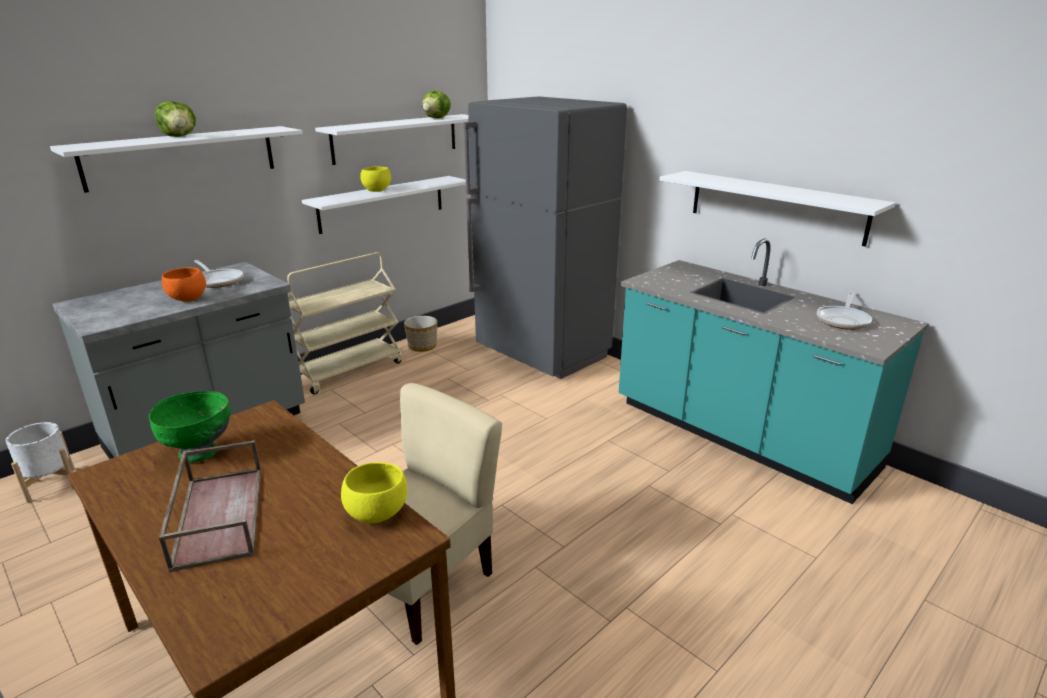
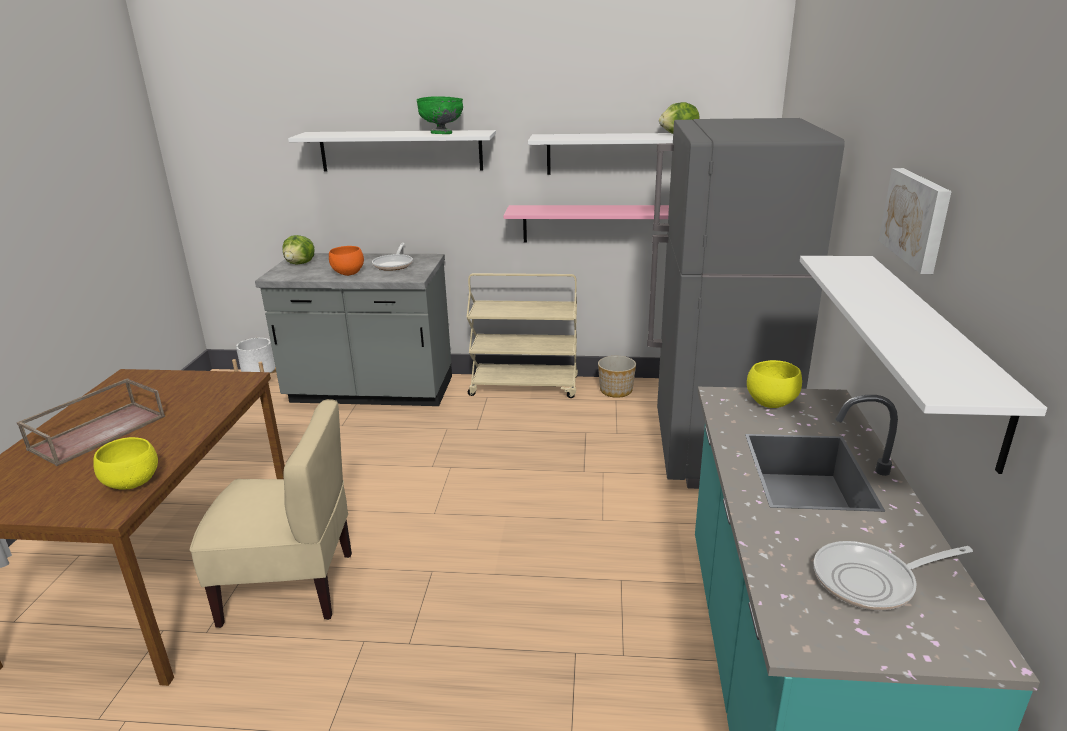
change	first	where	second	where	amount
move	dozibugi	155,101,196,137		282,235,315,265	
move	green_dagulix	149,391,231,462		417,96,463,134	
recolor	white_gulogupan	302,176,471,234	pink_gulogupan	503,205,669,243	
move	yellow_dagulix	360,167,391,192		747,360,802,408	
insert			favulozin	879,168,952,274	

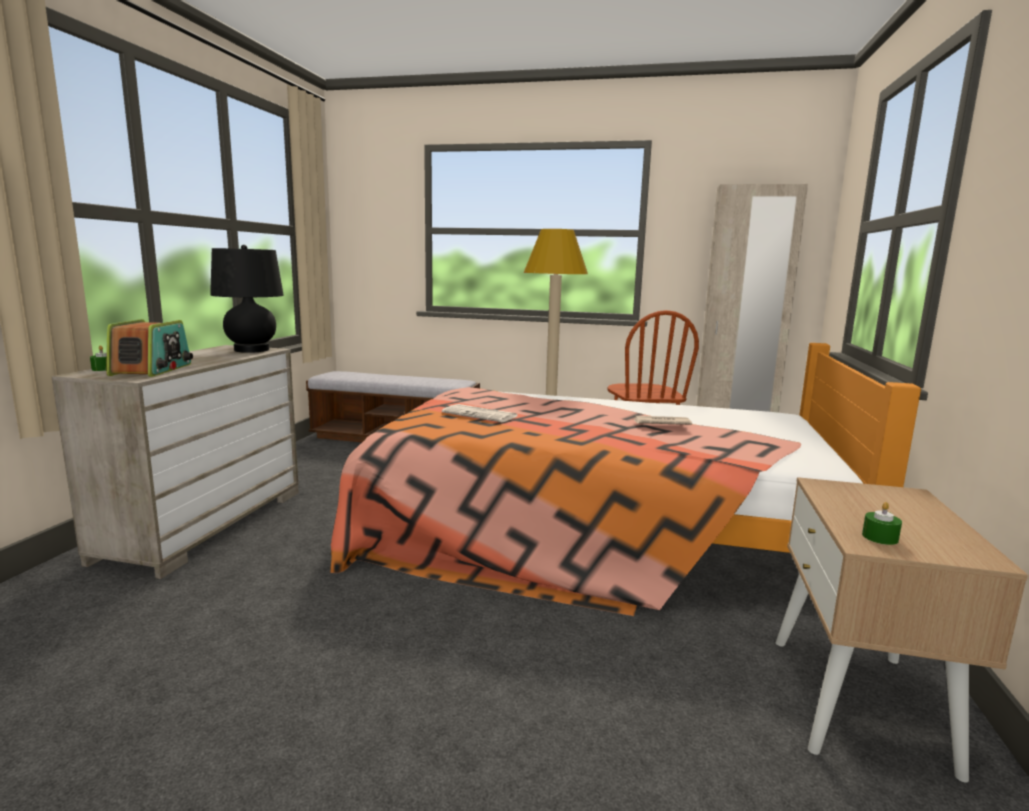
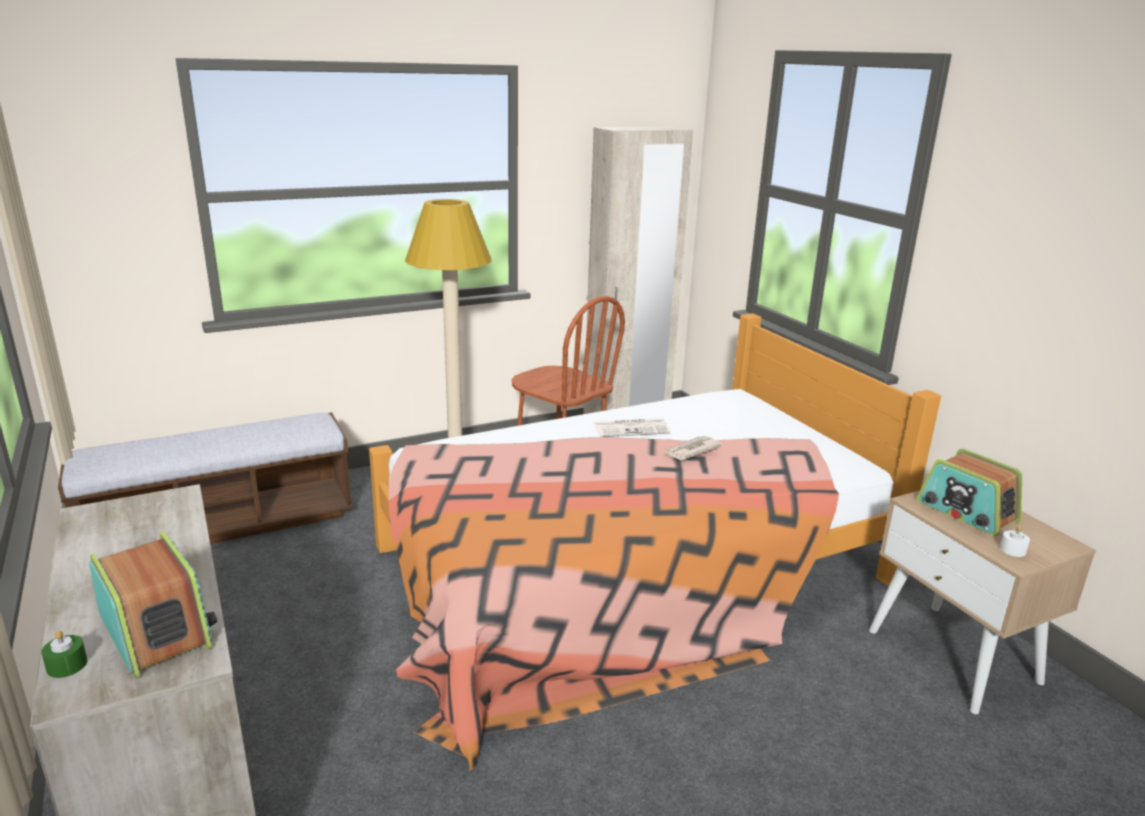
change	first	where	second	where	amount
move	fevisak	442,404,517,422		593,418,671,437	
insert			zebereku	917,448,1022,536	
recolor	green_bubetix	862,502,902,545	white_bubetix	1000,525,1030,557	
delete	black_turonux	210,245,284,353			

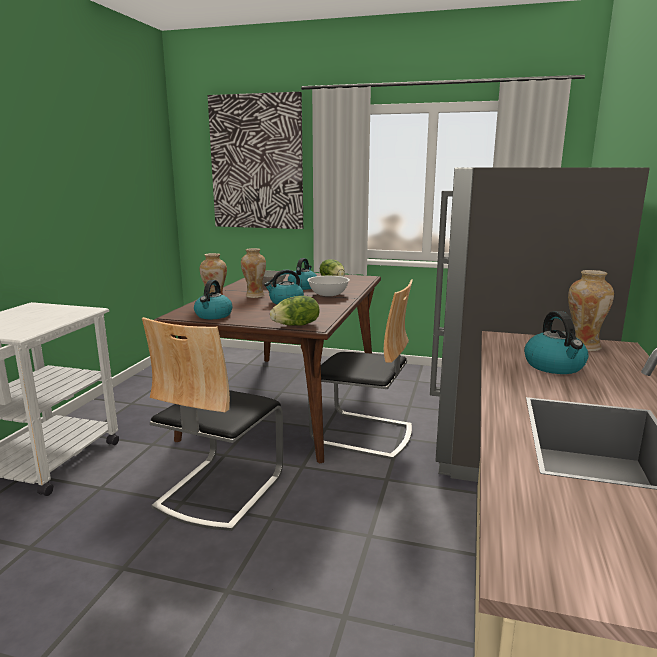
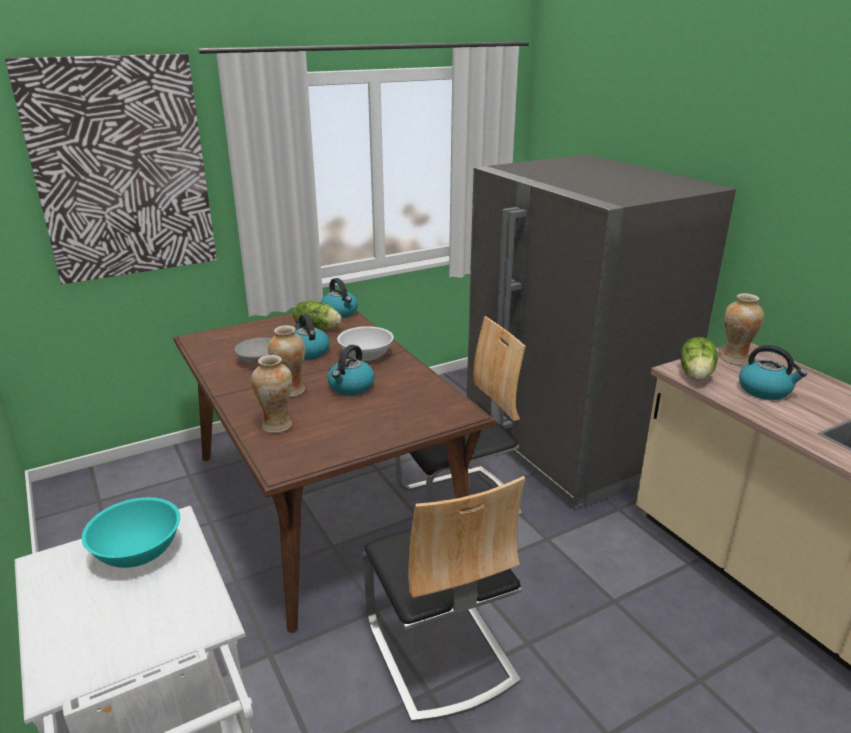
change	first	where	second	where	amount
insert			turquoise_dagulix	82,497,180,568	
move	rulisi	194,280,232,319		321,278,358,318	
move	dozibugi	270,296,319,326		680,337,718,380	

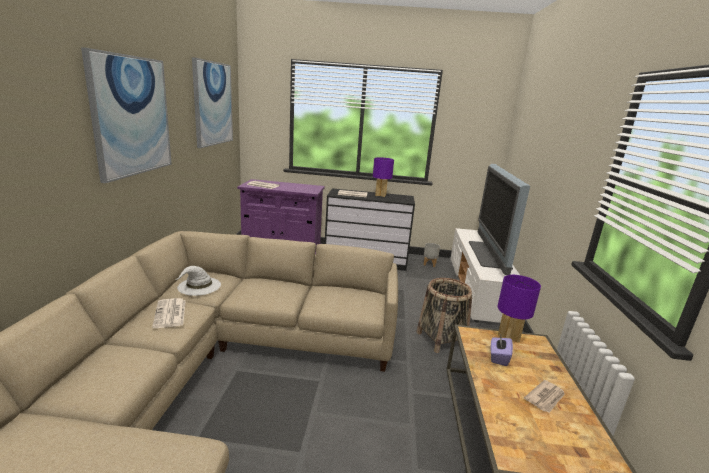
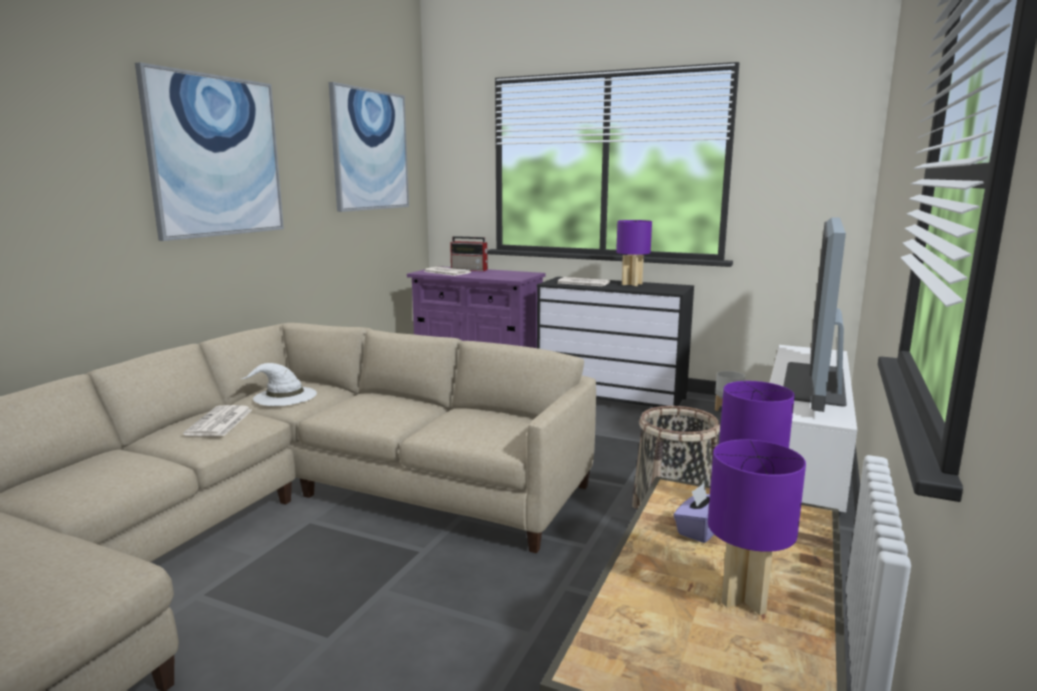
change	first	where	second	where	amount
insert			zebereku	450,236,488,271	
replace	fevisak	524,380,565,413	purple_turonux	708,439,806,615	

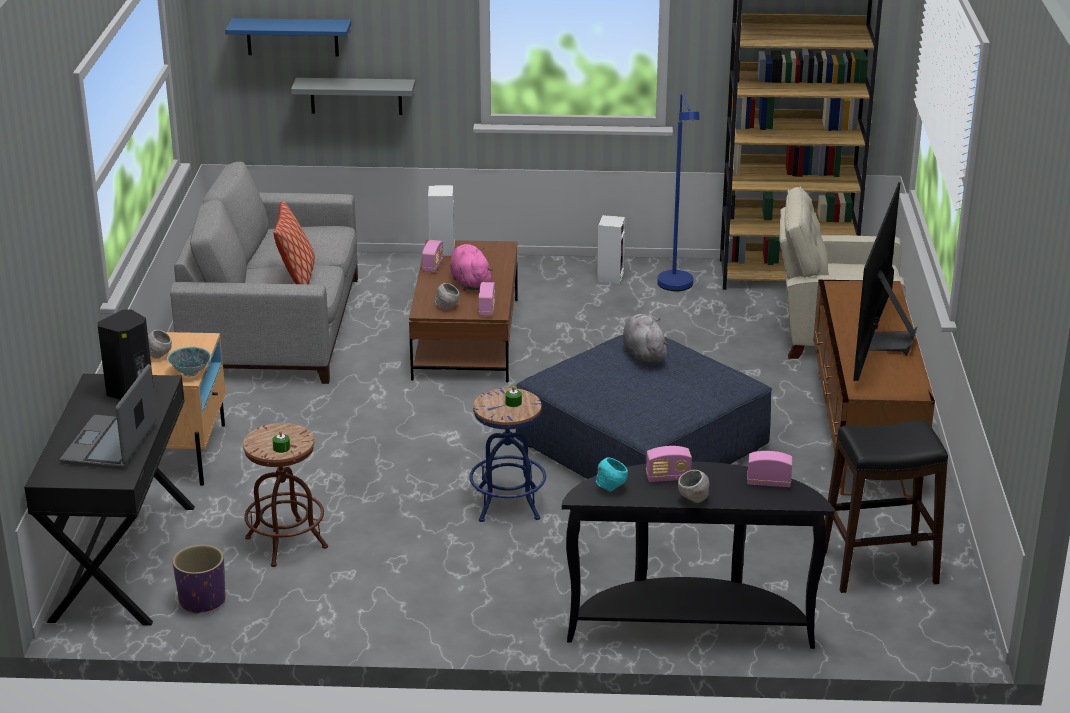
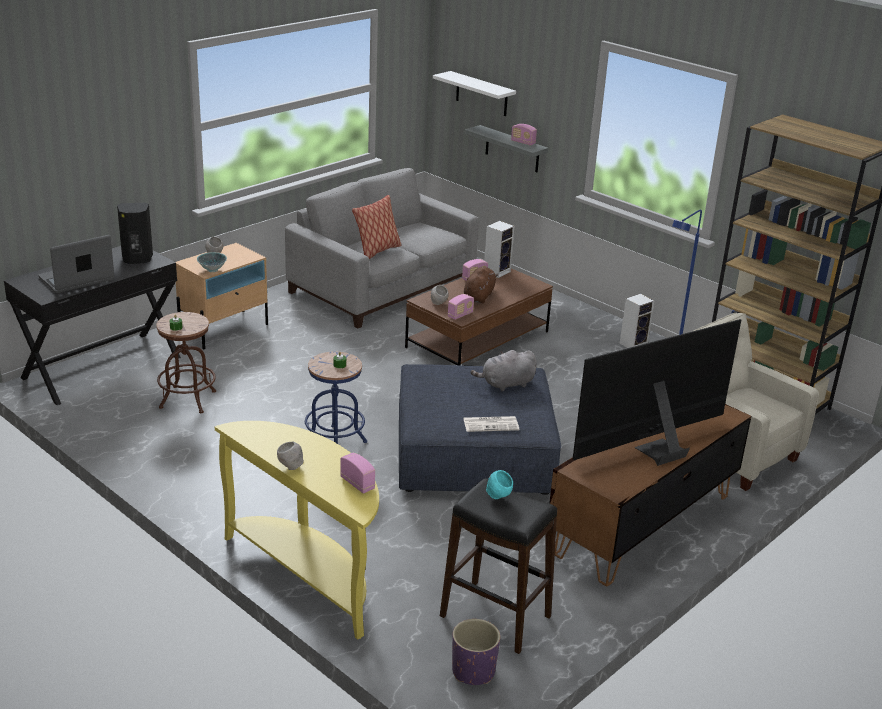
change	first	where	second	where	amount
recolor	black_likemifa	562,461,834,649	yellow_likemifa	215,421,379,640	
recolor	blue_gulogupan	225,18,351,56	white_gulogupan	433,71,516,116	
move	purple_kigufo	173,545,225,614		452,619,500,685	
insert			fevisak	463,416,519,432	
recolor	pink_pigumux	450,244,493,291	brown_pigumux	464,267,498,303	
rotate	grey_pigumux	623,314,669,365		471,350,537,391	135 degrees counterclockwise
move	turquoise_dagulix	596,458,628,491		486,470,513,499	
move	zebereku	646,446,692,482		511,124,537,145	

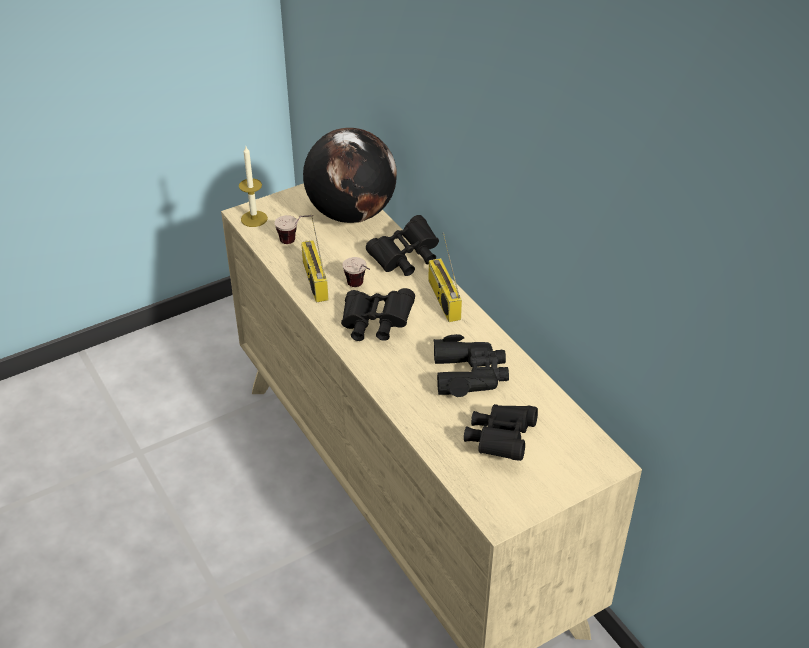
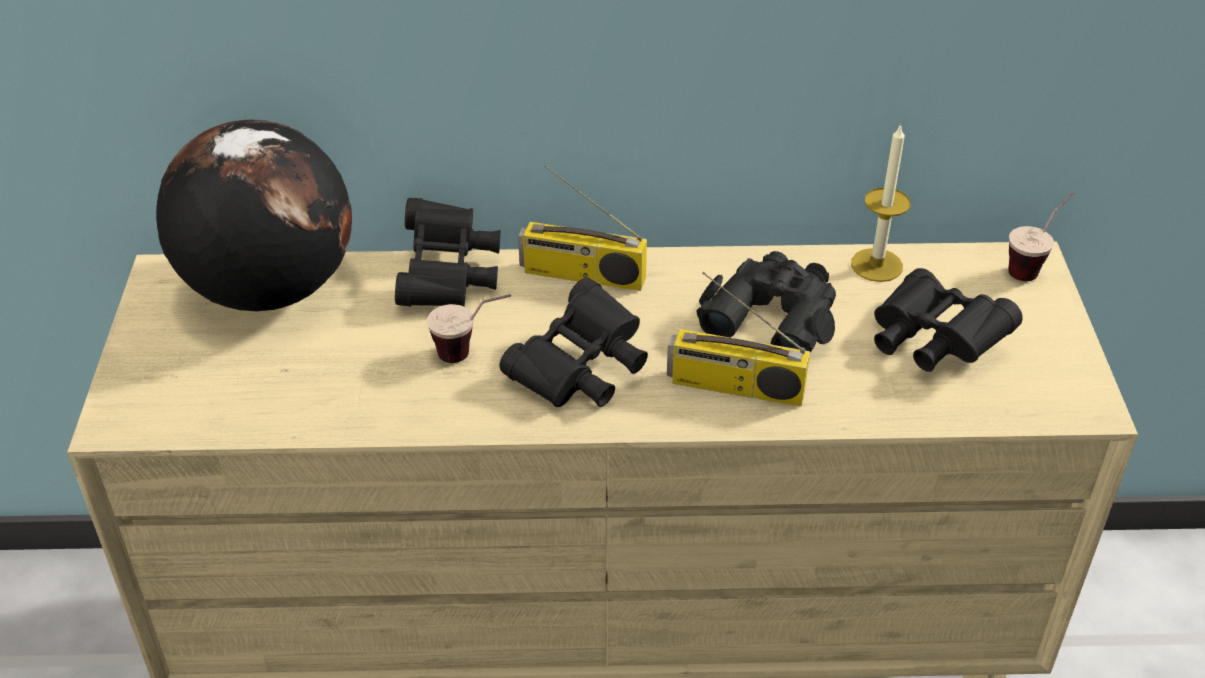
change	first	where	second	where	amount
move	zebereku	301,214,329,302		667,272,810,407	
move	bubetix	239,146,268,227		851,123,911,282	
move	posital	274,215,313,244		1008,192,1074,281	

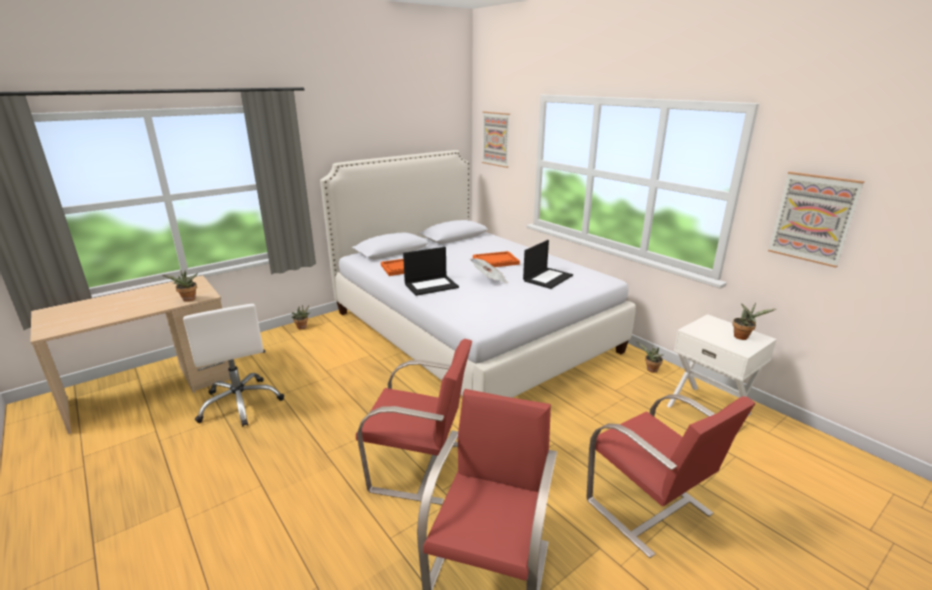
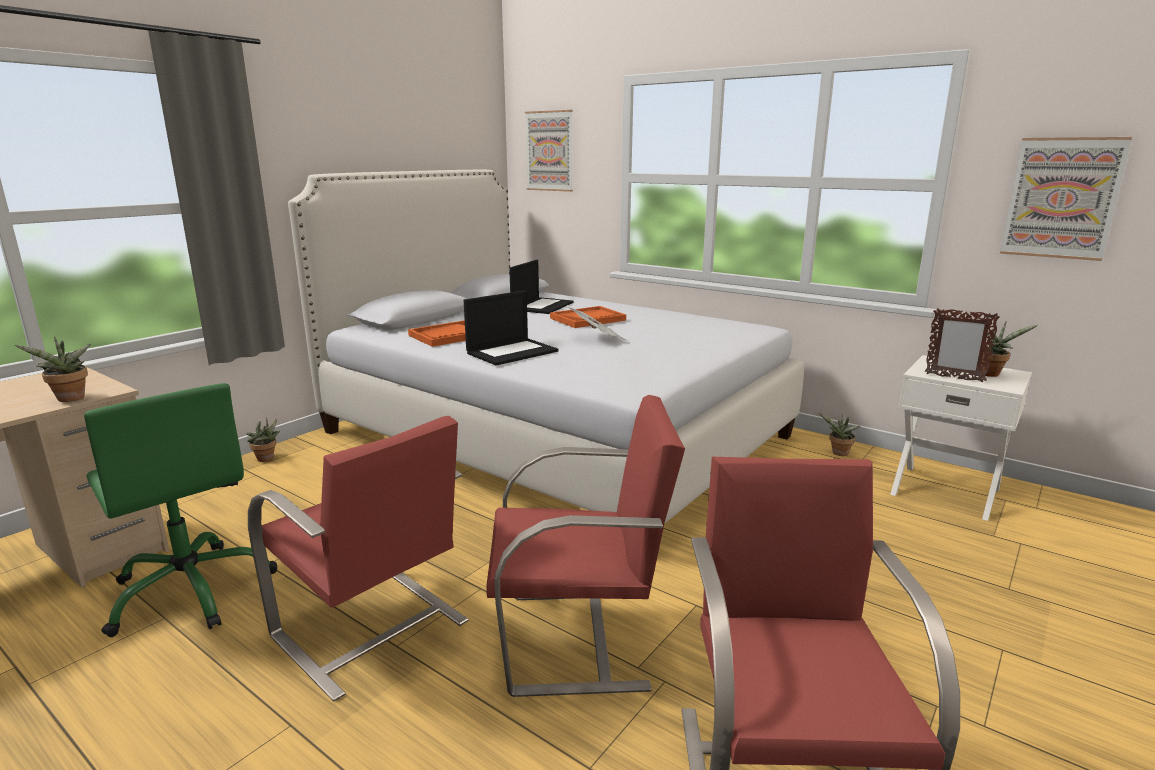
change	first	where	second	where	amount
recolor	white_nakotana	183,304,284,427	green_nakotana	84,383,277,637	
move	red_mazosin	586,394,755,558		248,416,468,701	
move	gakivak	523,240,573,289		509,260,573,314	
insert			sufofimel	925,308,1000,383	

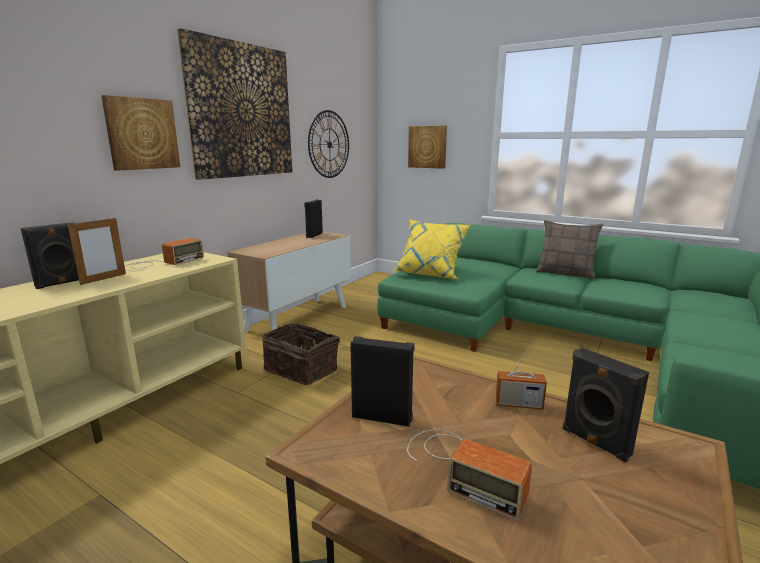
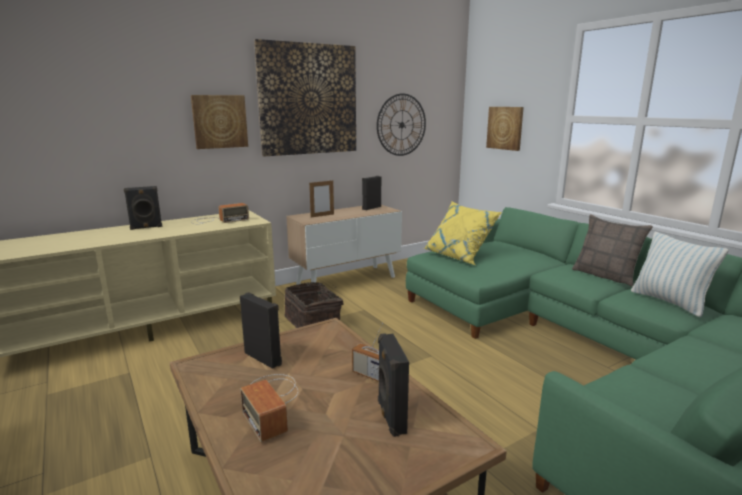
change	first	where	second	where	amount
move	sufofimel	67,217,126,285		309,180,334,218	
insert			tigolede	631,232,728,317	

